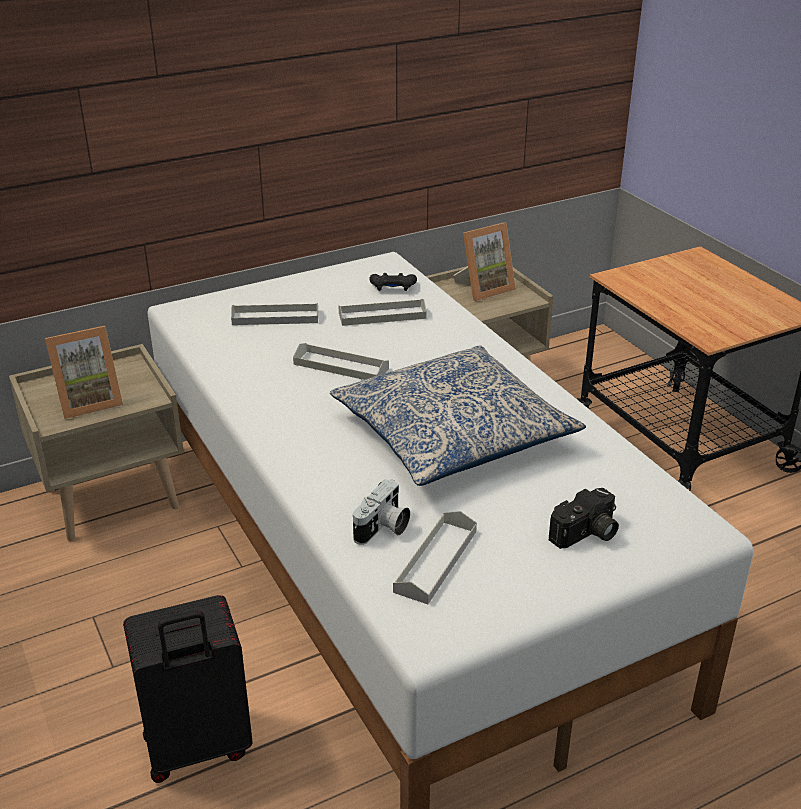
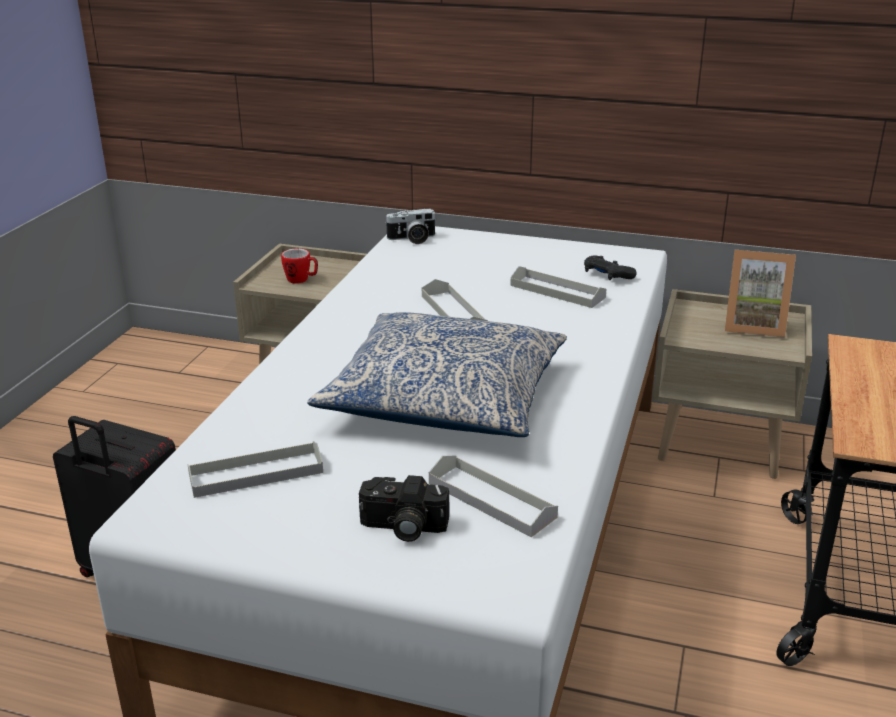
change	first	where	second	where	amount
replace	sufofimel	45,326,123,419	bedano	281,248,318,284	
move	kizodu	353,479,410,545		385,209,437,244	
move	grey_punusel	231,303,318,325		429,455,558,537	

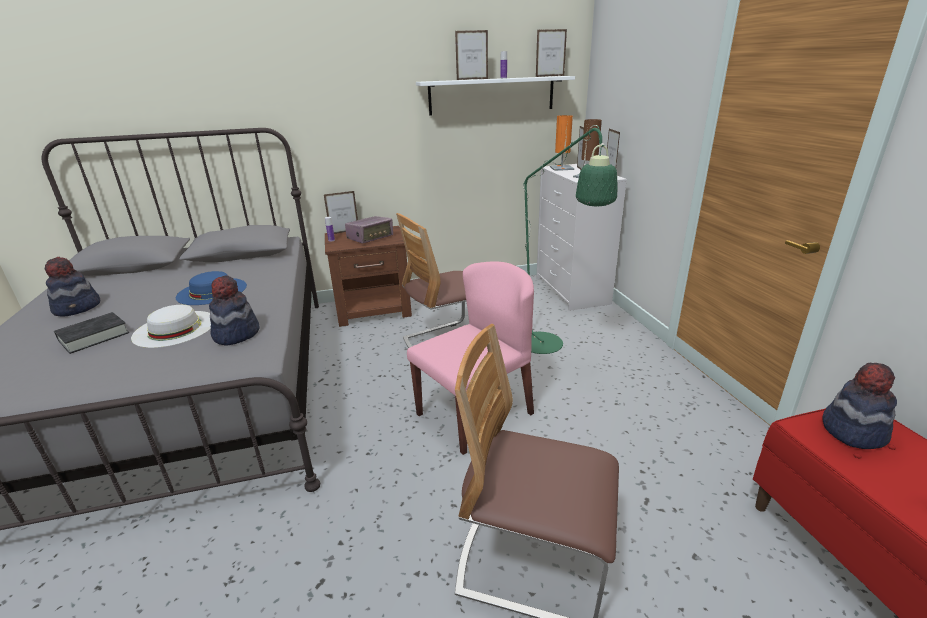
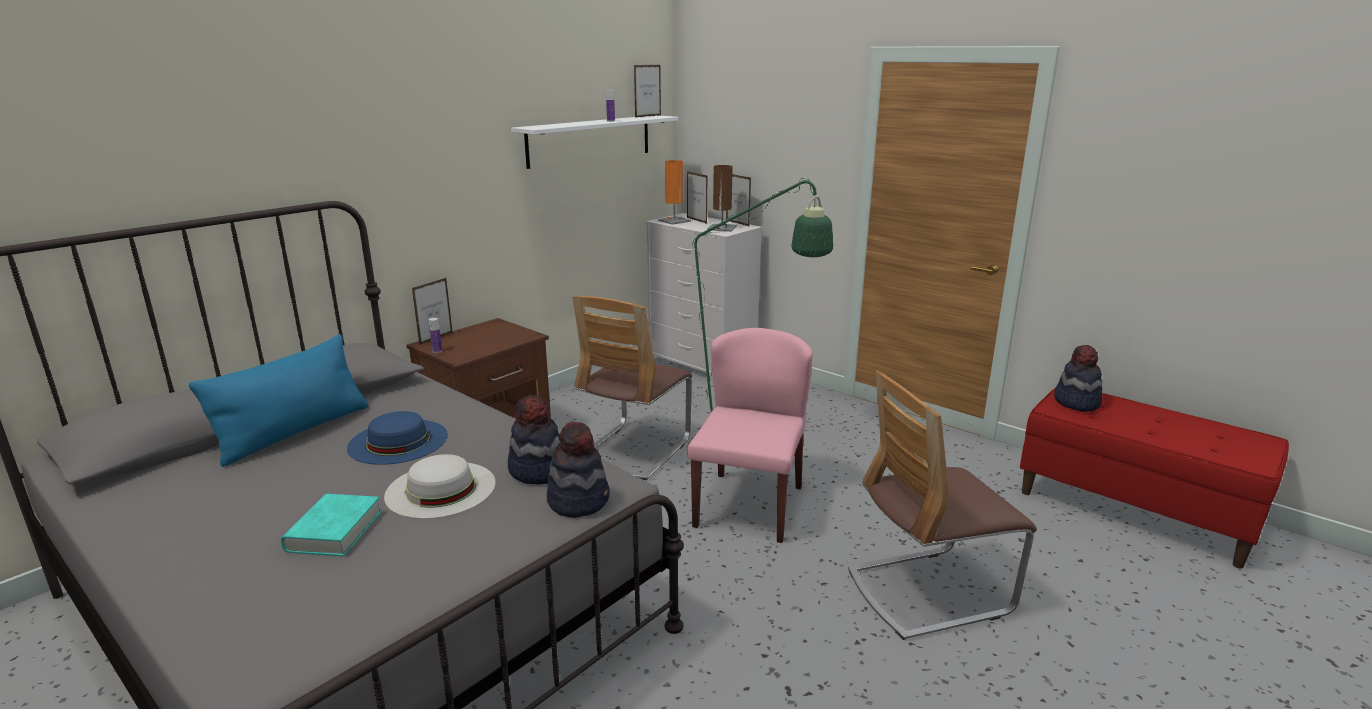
change	first	where	second	where	amount
insert			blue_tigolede	189,334,369,467	
recolor	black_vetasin	54,312,129,354	turquoise_vetasin	281,494,382,556	
move	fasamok	45,257,100,317		547,421,610,518	
delete	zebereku	345,216,393,244			
delete	sufofimel	455,30,488,80			

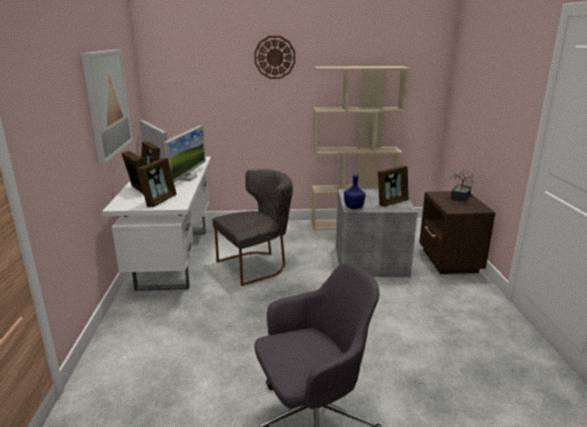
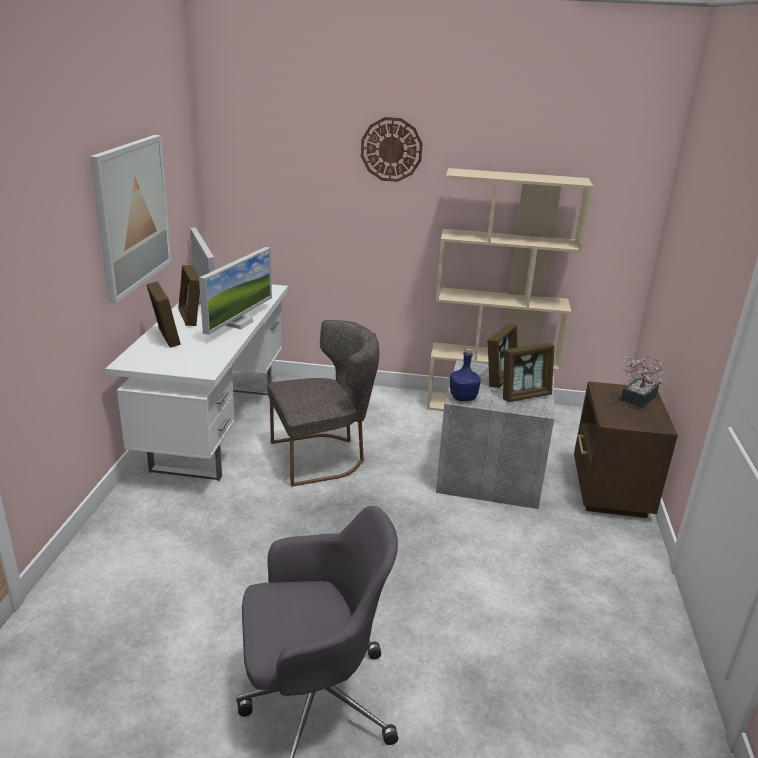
change	first	where	second	where	amount
move	sufofimel	137,158,177,207		487,324,518,388	

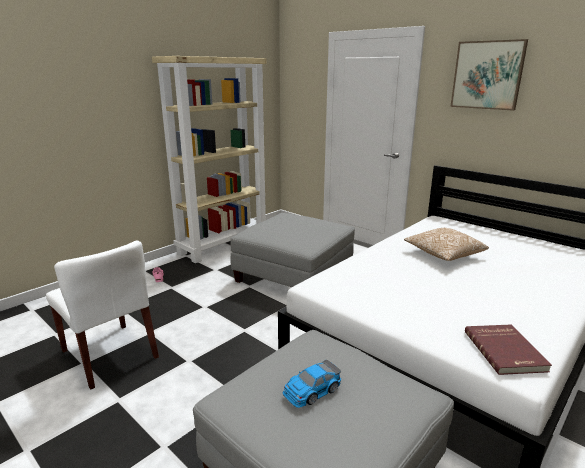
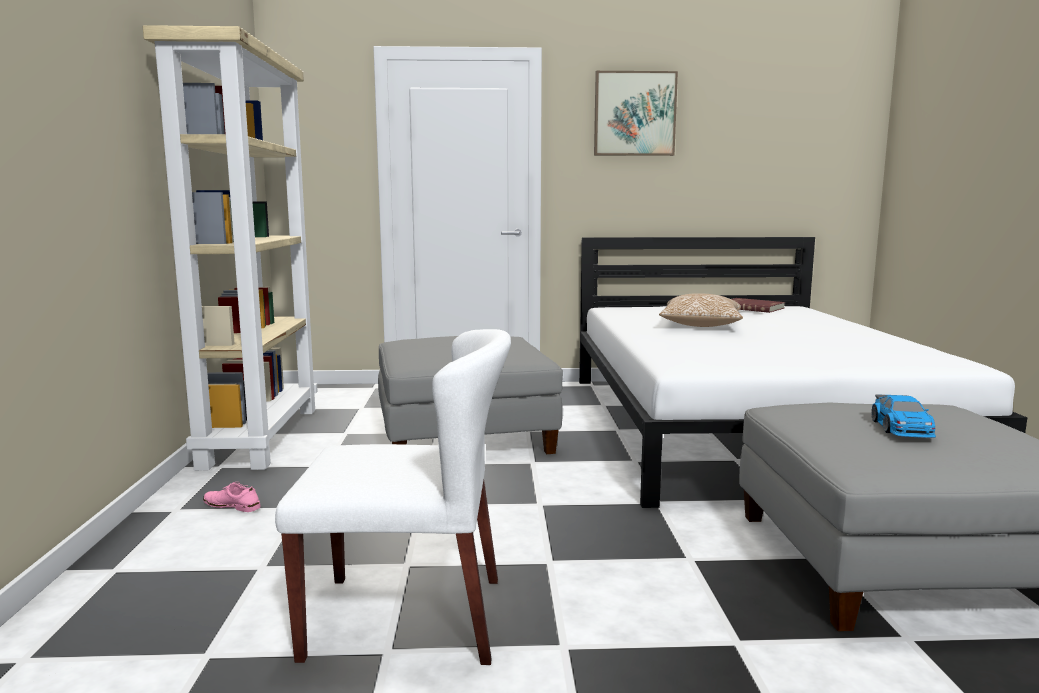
change	first	where	second	where	amount
move	red_vetasin	465,324,552,375		732,298,785,313	

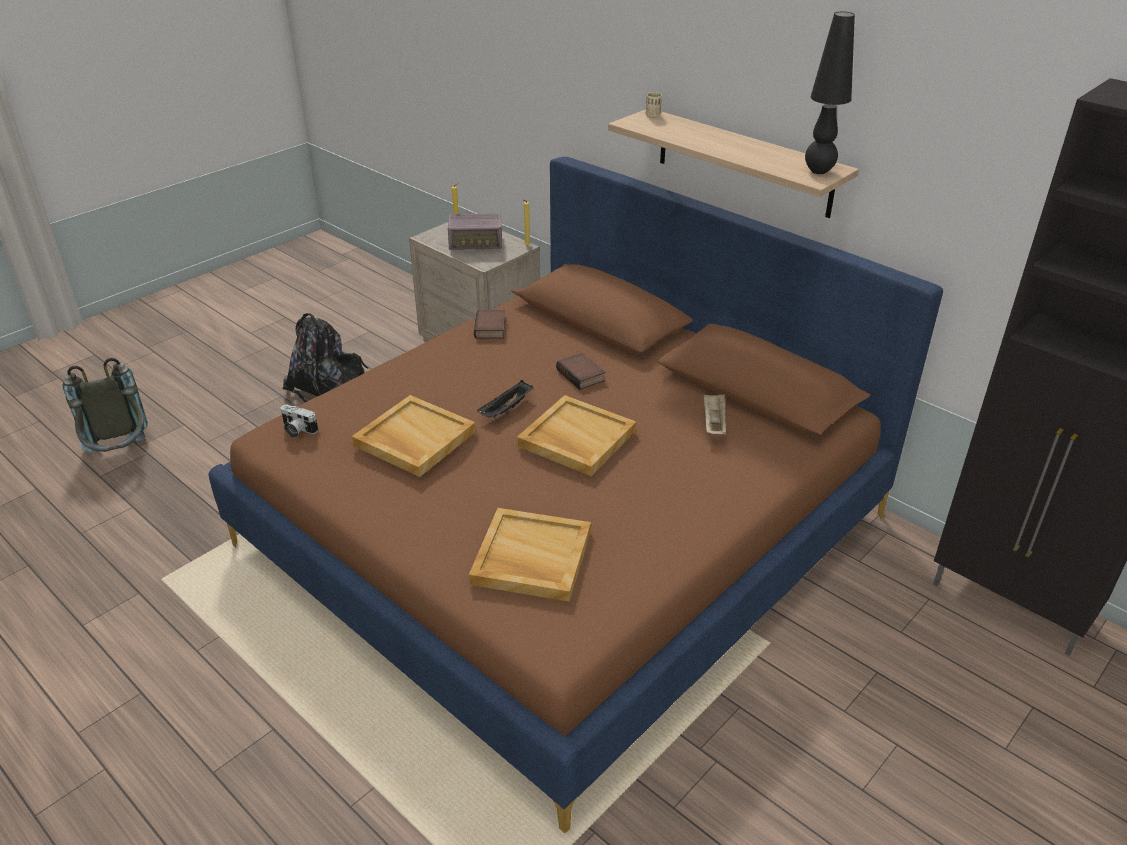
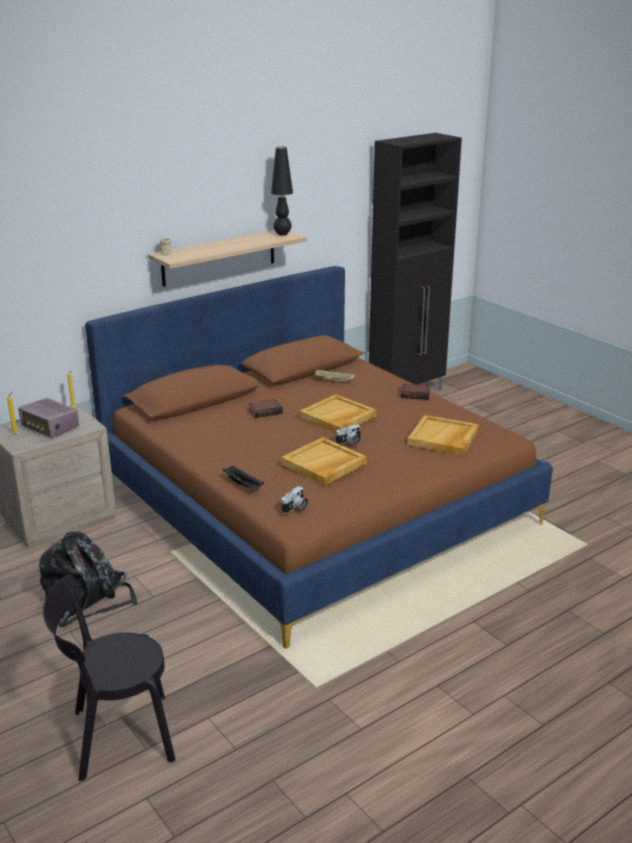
change	first	where	second	where	amount
rotate	zebereku	448,213,502,250		18,398,79,438	120 degrees clockwise
replace	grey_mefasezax	63,358,148,452	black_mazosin	43,575,175,781	
move	black_punusel	477,380,533,418		223,466,264,489	
insert			kizodu	336,424,361,445	
move	vetasin	474,310,505,339		401,383,430,400	

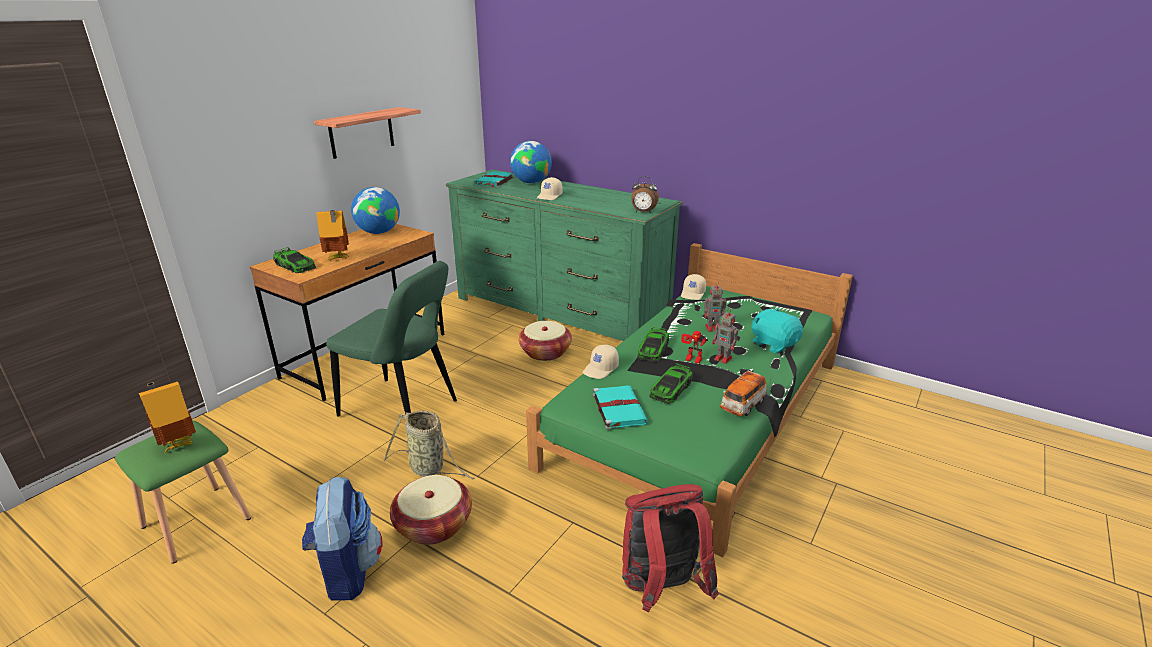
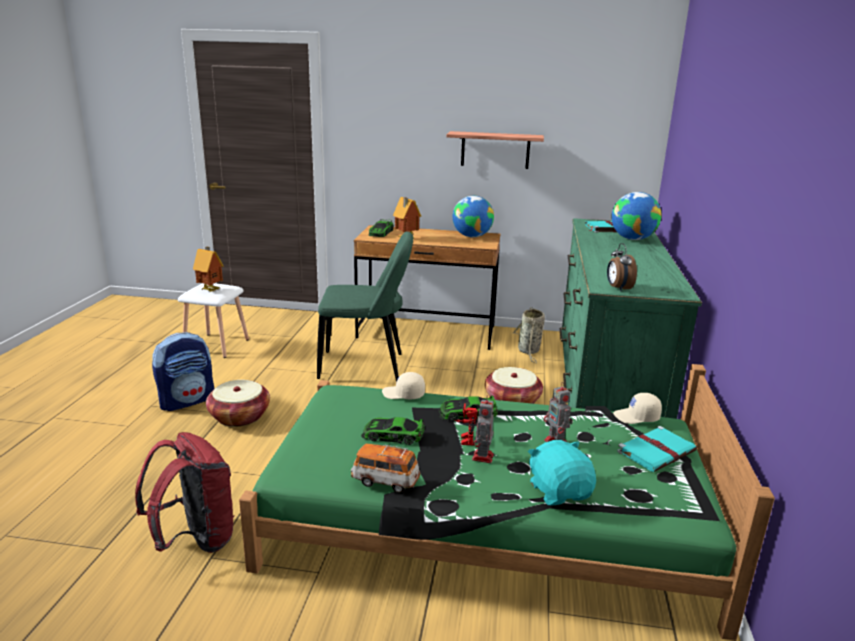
change	first	where	second	where	amount
recolor	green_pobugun	115,421,251,564	white_pobugun	178,283,249,358	
rotate	green_mazosin	326,261,457,417		317,232,413,382	90 degrees counterclockwise
move	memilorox	384,410,474,480		513,307,545,363	
rotate	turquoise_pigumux	752,308,803,353		528,440,596,505	45 degrees counterclockwise
move	turquoise_vetasin	593,385,648,430		617,426,697,472	
delete	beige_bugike	537,177,562,200			

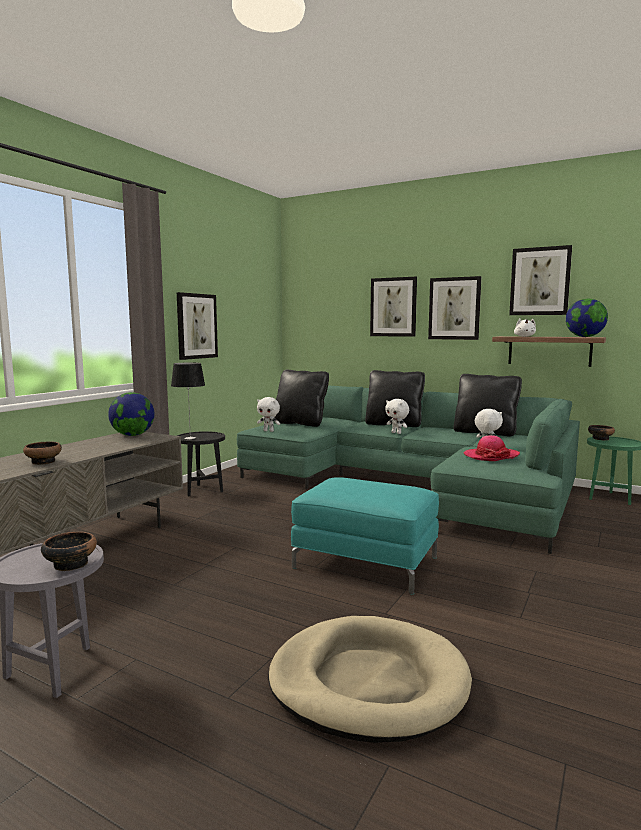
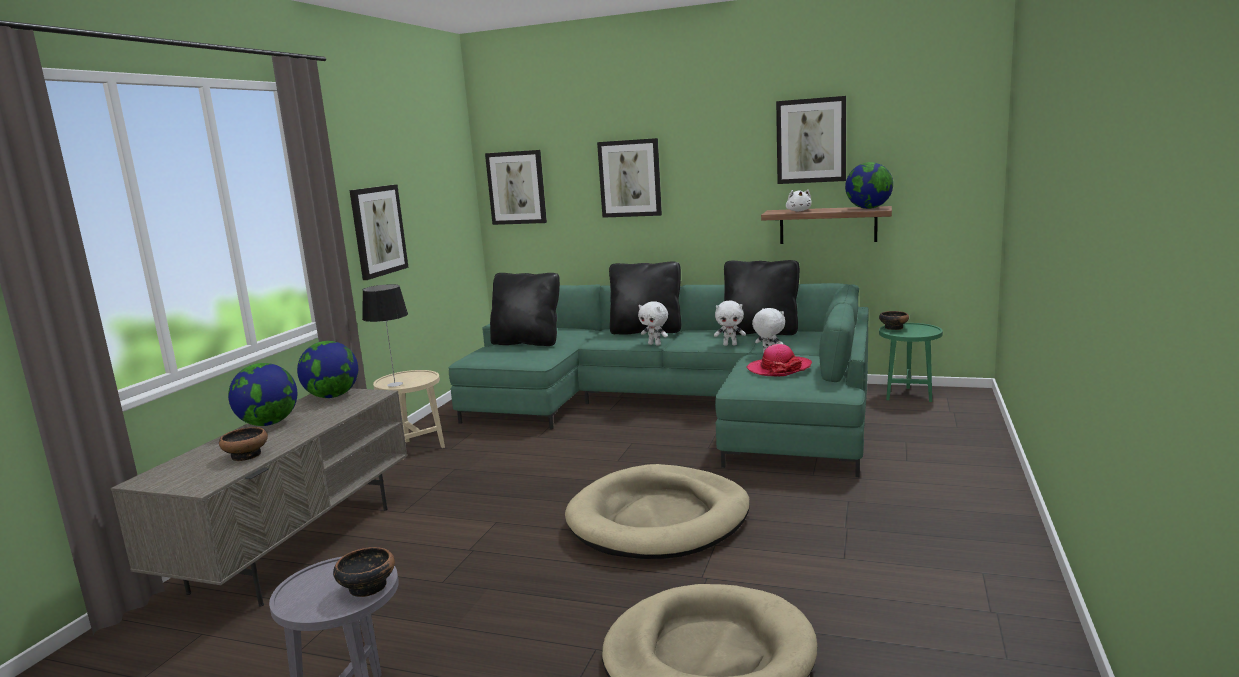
change	first	where	second	where	amount
insert			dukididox	228,363,297,426	
recolor	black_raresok	177,431,225,496	beige_raresok	373,370,445,460	
move	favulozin	428,276,481,340		485,150,547,225	
replace	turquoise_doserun	291,477,439,594	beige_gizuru	565,464,750,559	
move	white_pigumux	257,397,280,432		714,301,746,346	

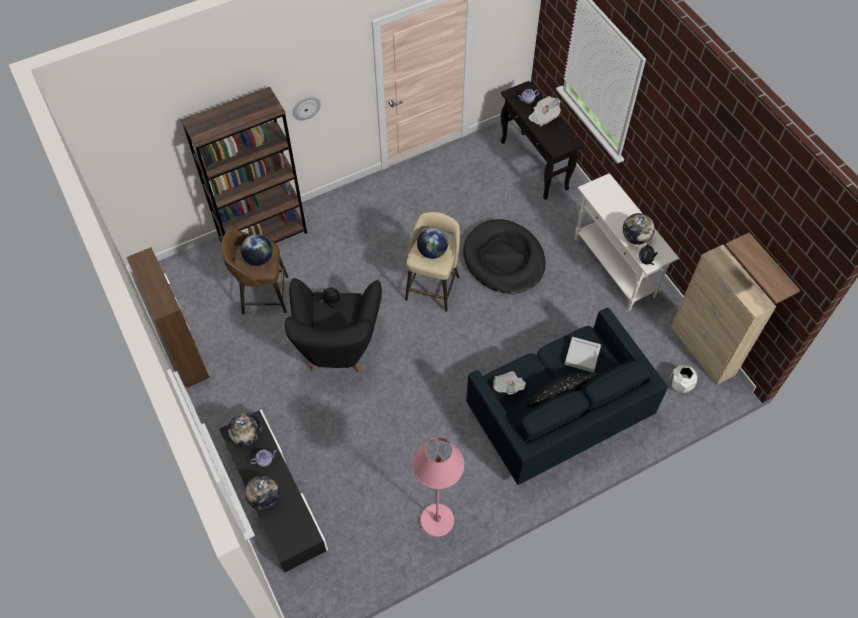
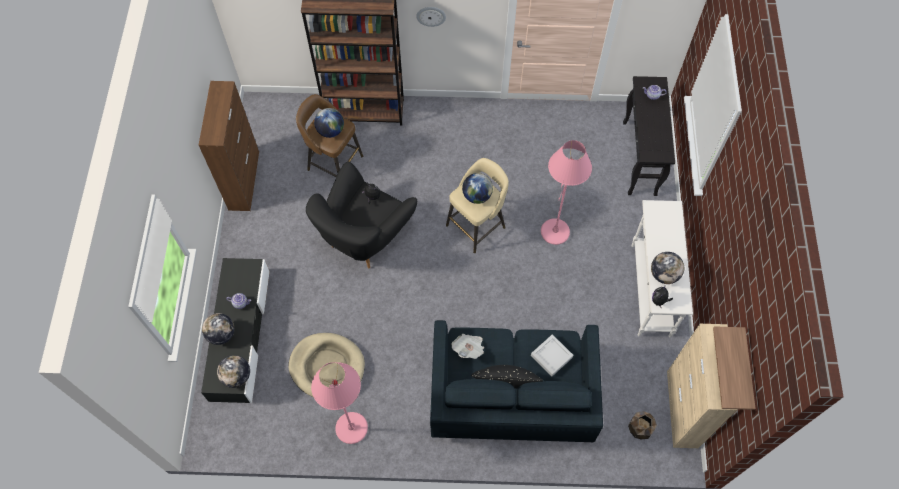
change	first	where	second	where	amount
move	dukididox	228,413,262,447		217,355,250,388	
insert			beige_gizuru	288,333,365,397	
replace	black_gizuru	463,219,545,294	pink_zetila	541,140,592,245	
recolor	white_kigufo	670,365,697,393	brown_kigufo	628,411,657,439	
delete	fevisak	528,96,561,126			

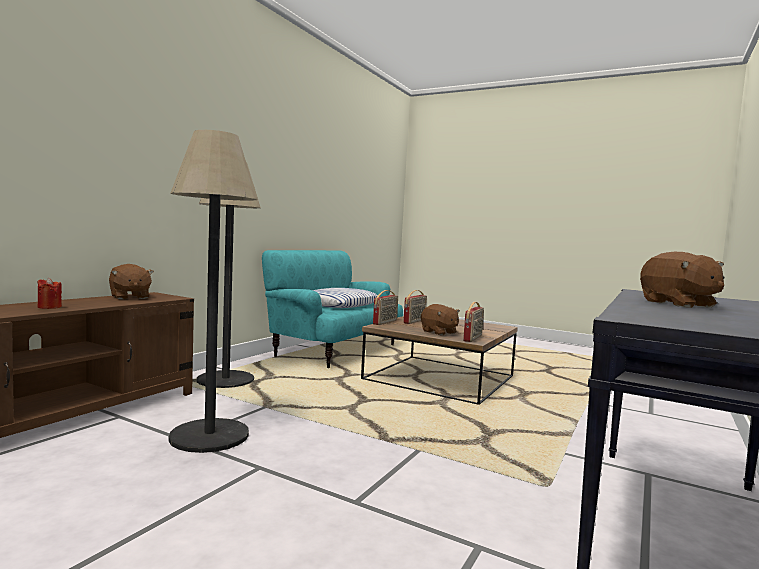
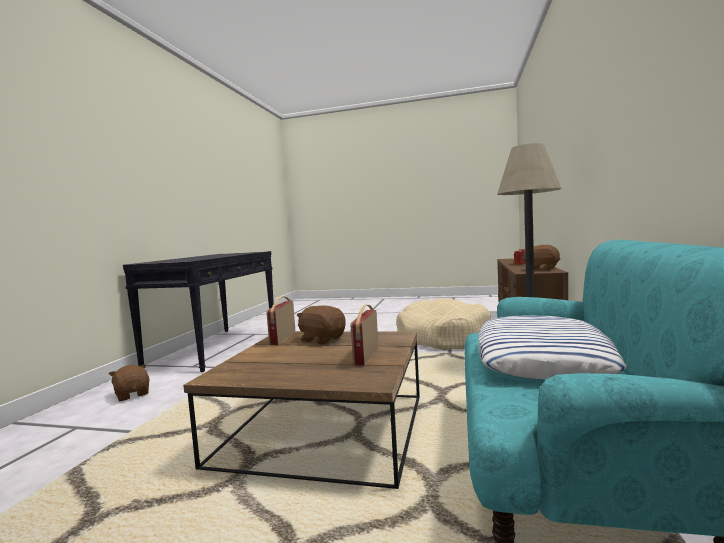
change	first	where	second	where	amount
move	brown_pigumux	640,252,725,308		109,364,149,401	
replace	zetila	169,130,257,453	beige_gizuru	397,299,491,351	
delete	zebereku	373,290,398,325			

